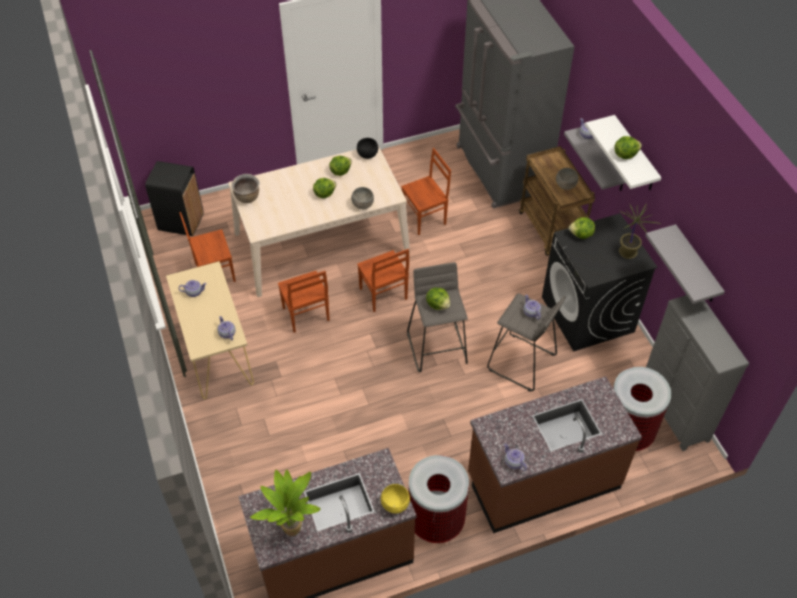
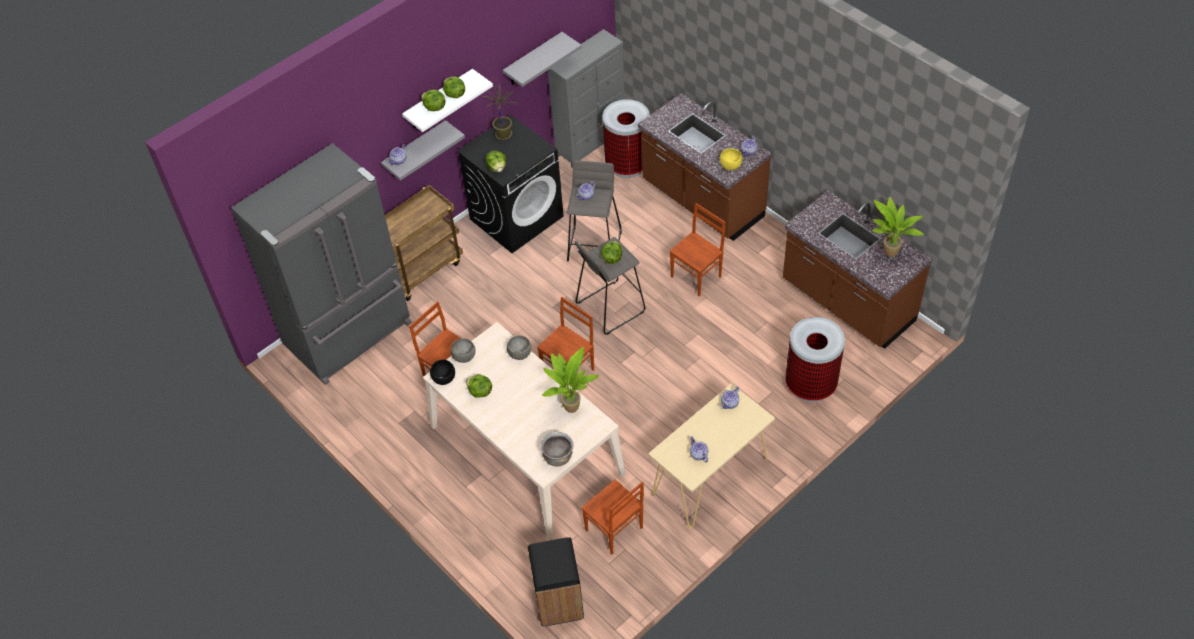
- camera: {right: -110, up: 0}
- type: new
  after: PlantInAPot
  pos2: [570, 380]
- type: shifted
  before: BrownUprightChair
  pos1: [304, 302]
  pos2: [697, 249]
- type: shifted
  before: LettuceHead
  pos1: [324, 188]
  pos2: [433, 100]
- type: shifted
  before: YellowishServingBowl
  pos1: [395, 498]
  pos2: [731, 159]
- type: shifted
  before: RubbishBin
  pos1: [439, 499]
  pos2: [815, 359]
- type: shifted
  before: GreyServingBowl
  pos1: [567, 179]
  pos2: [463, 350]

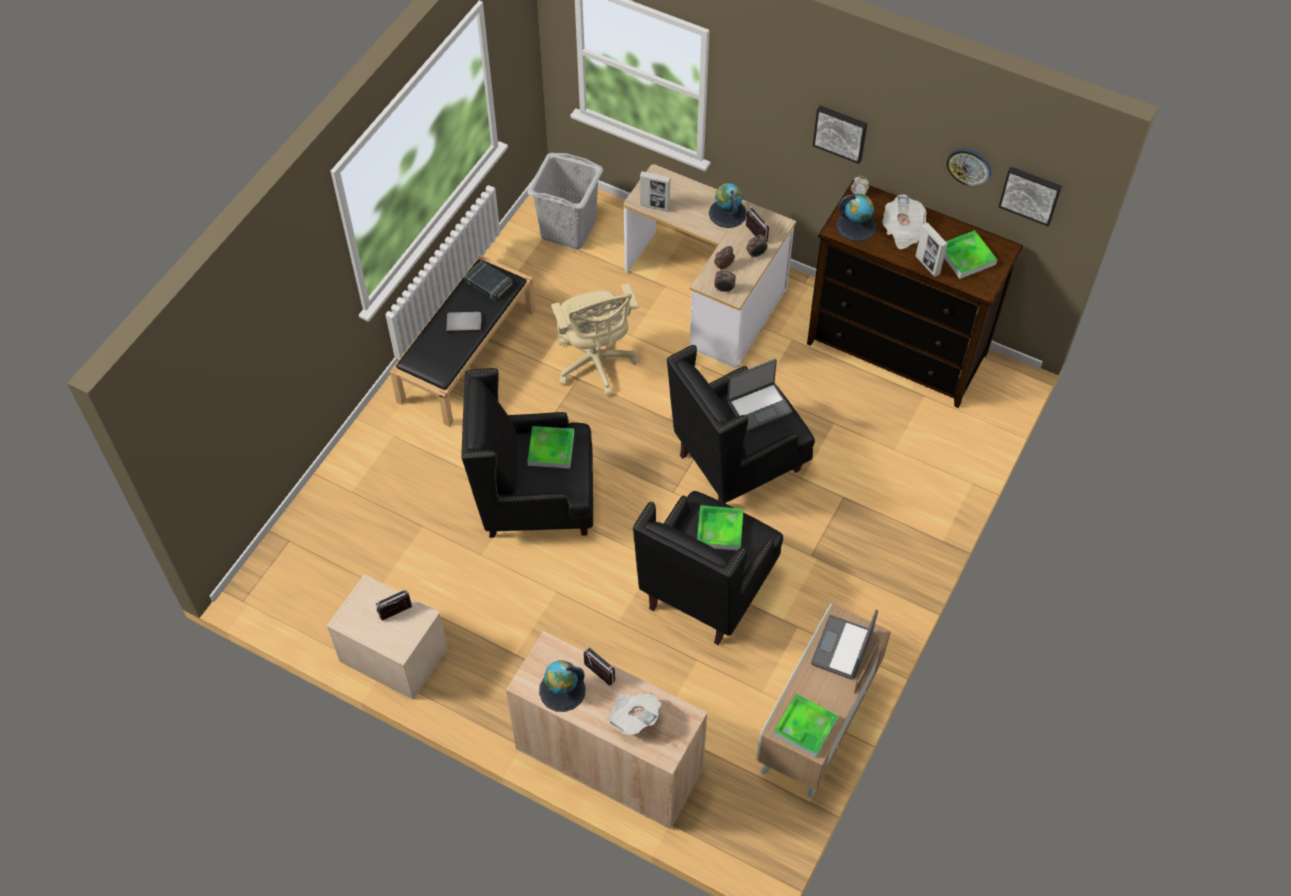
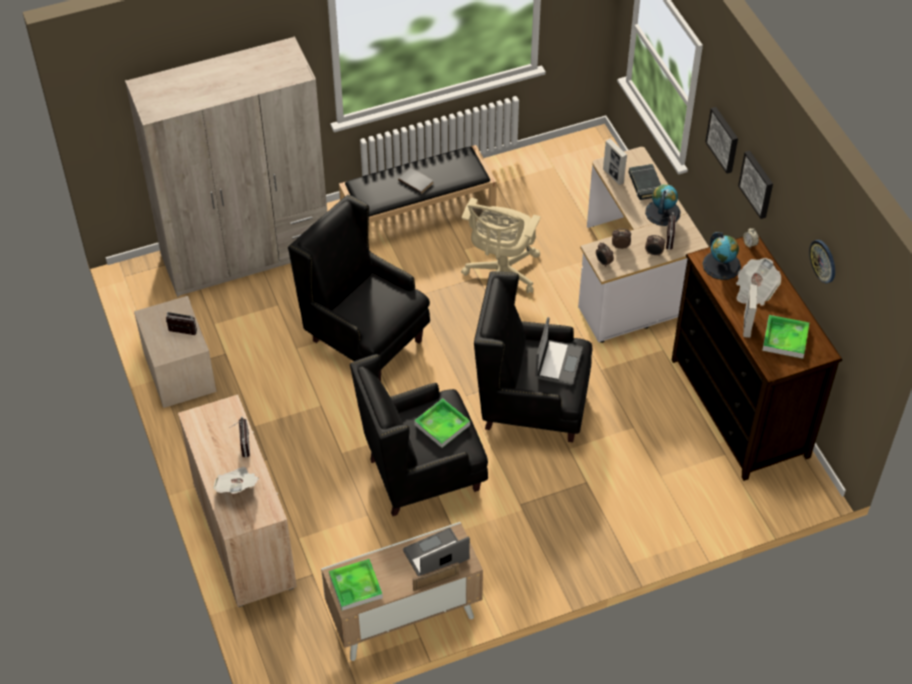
- camera: {right: 40, up: -5}
- type: gone
  before: GreyWashingBasket
  pos1: [565, 201]
- type: gone
  before: ServingTray
  pos1: [550, 447]
- type: gone
  before: WorldGlobe
  pos1: [562, 686]
- type: new
  after: BeigeArmoire
  pos2: [226, 166]
- type: shifted
  before: BlackishVolume
  pos1: [489, 280]
  pos2: [645, 182]
- type: shifted
  before: WallArt
  pos1: [1030, 196]
  pos2: [721, 140]
- type: rotated
  before: PortableComputer
  pos1: [759, 395]
  pos2: [559, 351]
  turn: -90

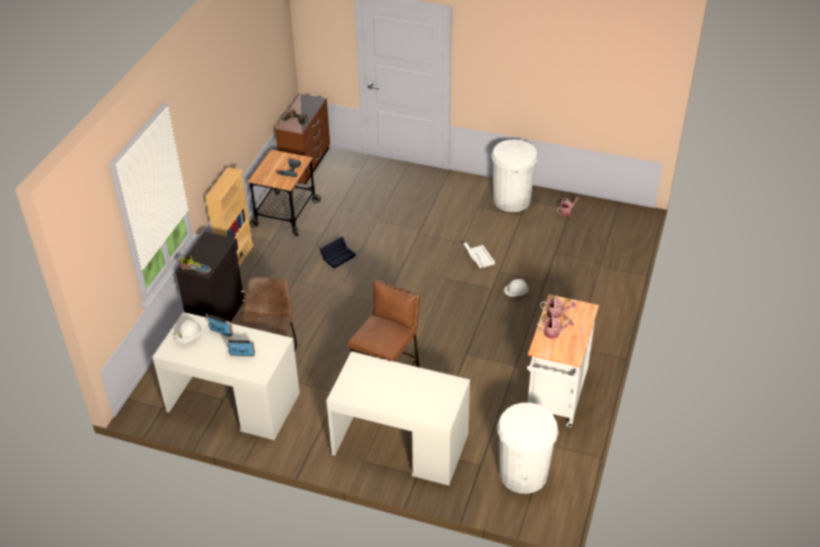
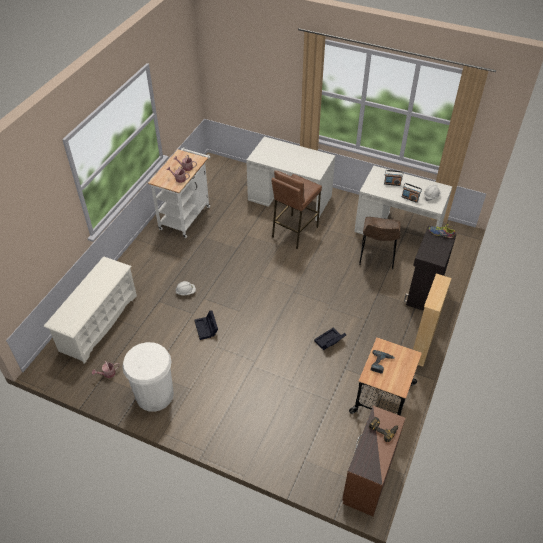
- camera: {right: -175, up: 5}
- type: gone
  before: WhiteColouredRubbishBin
  pos1: [527, 448]
- type: new
  after: WhiteColouredShoeStand
  pos2: [90, 310]
- type: repainted
  before: WhiteColouredStorageContainer
  after: BlackishStorageContainer
  pos1: [479, 255]
  pos2: [206, 325]

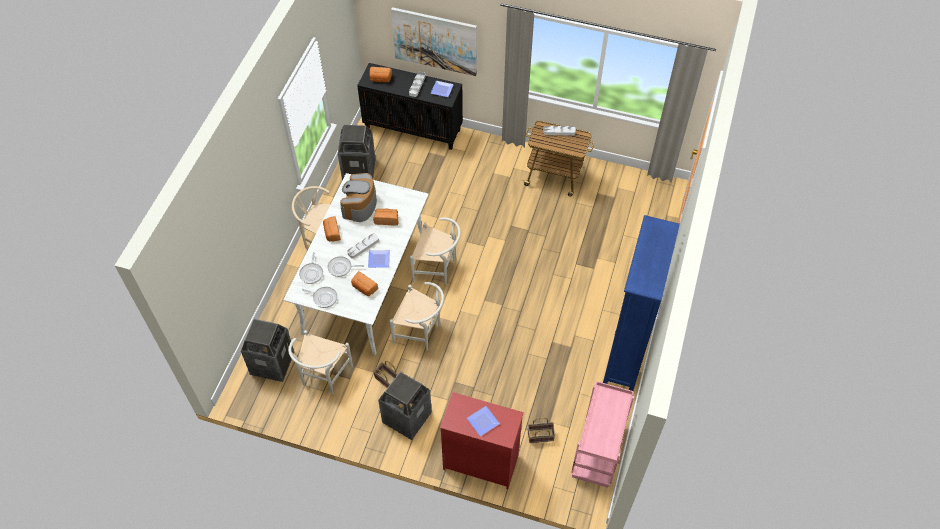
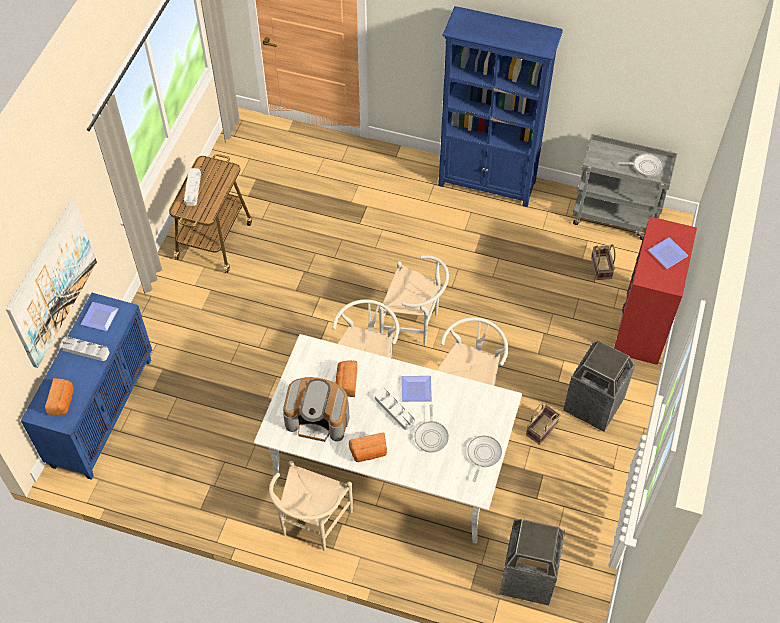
- camera: {right: -90, up: 0}
- type: gone
  before: RubbishBin
  pos1: [357, 152]
- type: gone
  before: Bread
  pos1: [364, 283]
- type: shifted
  before: WhiteColouredUprightChair
  pos1: [320, 362]
  pos2: [414, 300]
- type: shifted
  before: Skillet
  pos1: [311, 268]
  pos2: [640, 165]
- type: repainted
  before: BlackishCabinet
  after: BlueCabinet
  pos1: [410, 106]
  pos2: [86, 386]
- type: repainted
  before: PinkColouredWheeledCart
  after: GreyWheeledCart
  pos1: [602, 434]
  pos2: [624, 187]

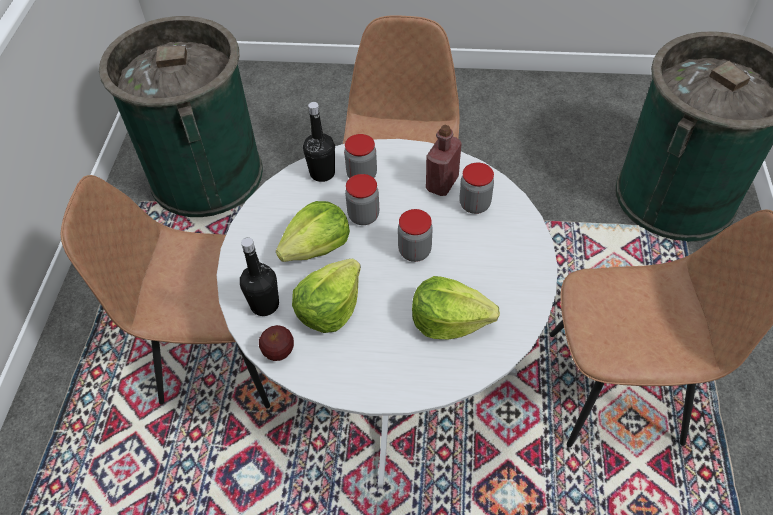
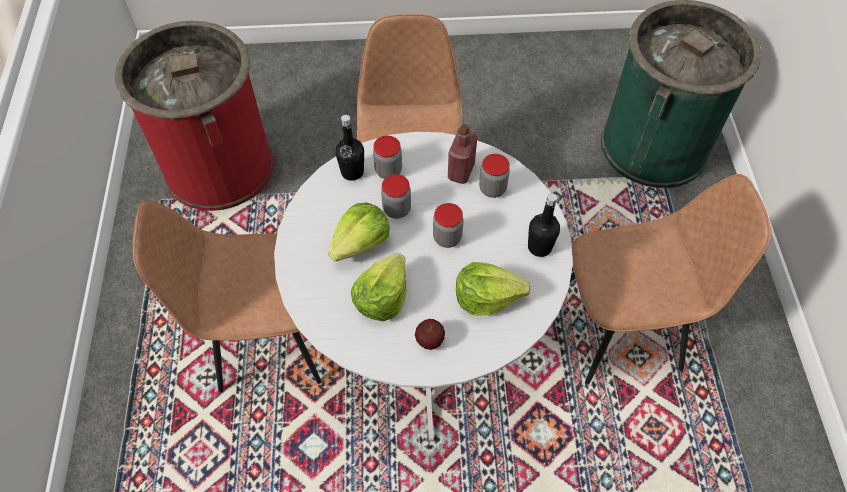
- camera: {right: -10, up: 5}
- type: shifted
  before: BlackishBeverageBottle
  pos1: [259, 276]
  pos2: [544, 225]
- type: shifted
  before: WholeApple
  pos1: [276, 343]
  pos2: [430, 334]
- type: repainted
  before: GreenRubbishBin
  after: ReddishRubbishBin
  pos1: [181, 116]
  pos2: [194, 116]

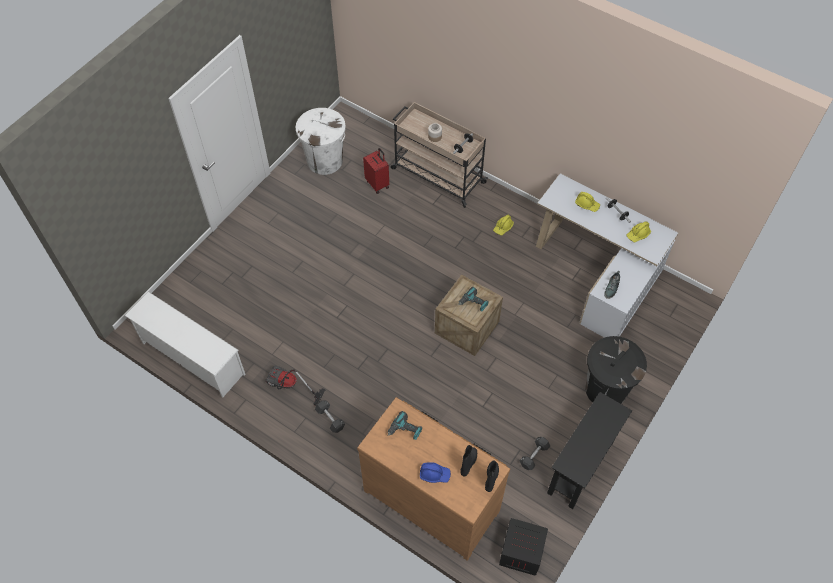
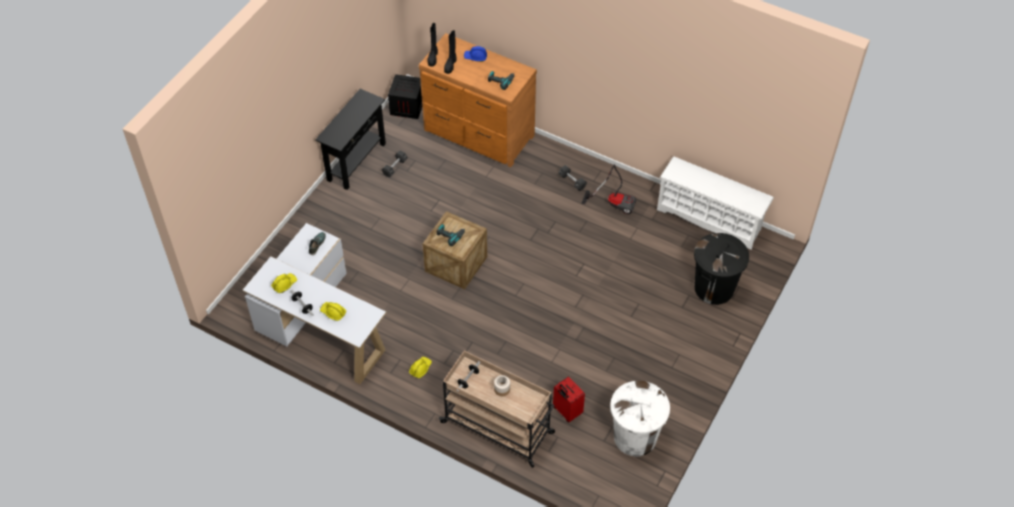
- camera: {right: 175, up: -5}
- type: shifted
  before: BlackishRubbishBin
  pos1: [616, 370]
  pos2: [721, 269]

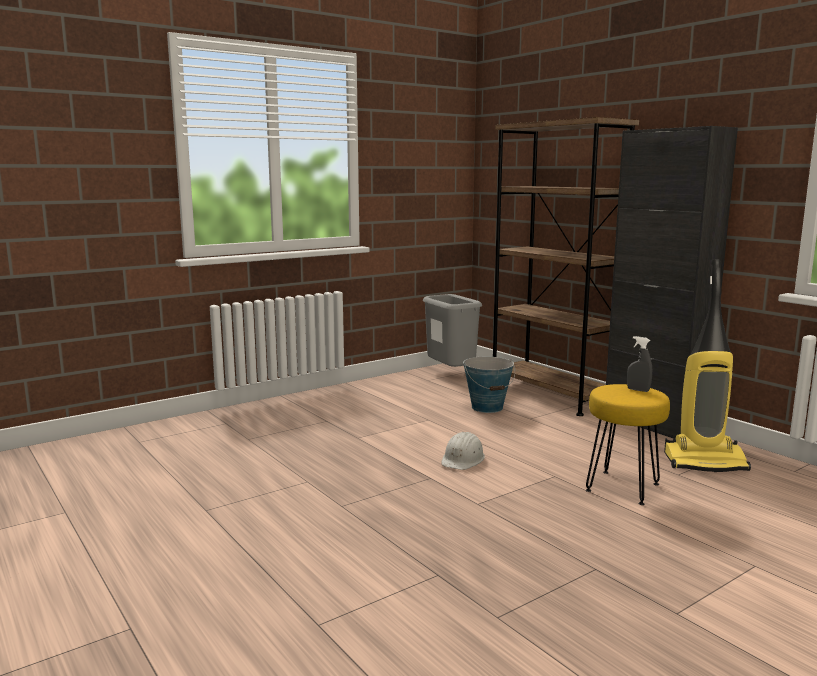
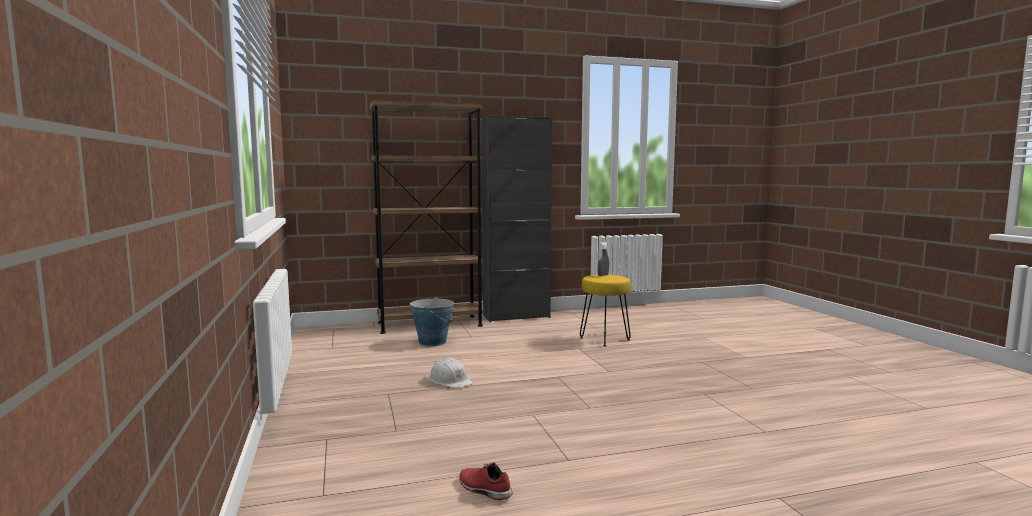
- camera: {right: -70, up: -5}
- type: gone
  before: GreyRubbishBin
  pos1: [452, 330]
- type: gone
  before: Hoover
  pos1: [707, 365]
- type: new
  after: ReddishShoe
  pos2: [486, 481]
- type: shifted
  before: WhiteColouredHardHat
  pos1: [463, 451]
  pos2: [451, 373]

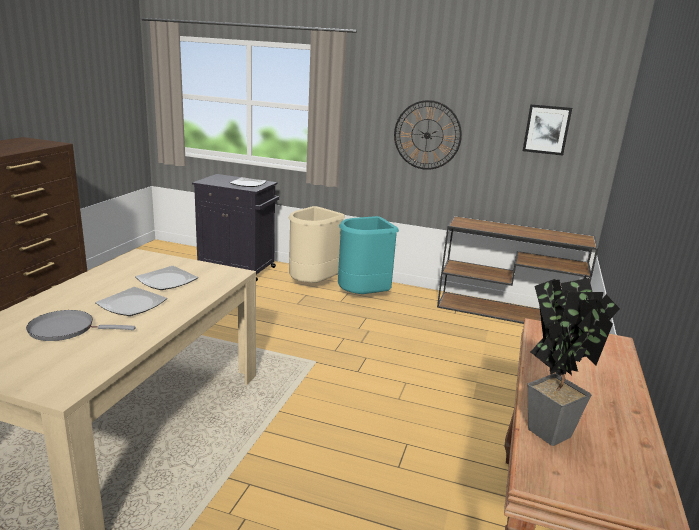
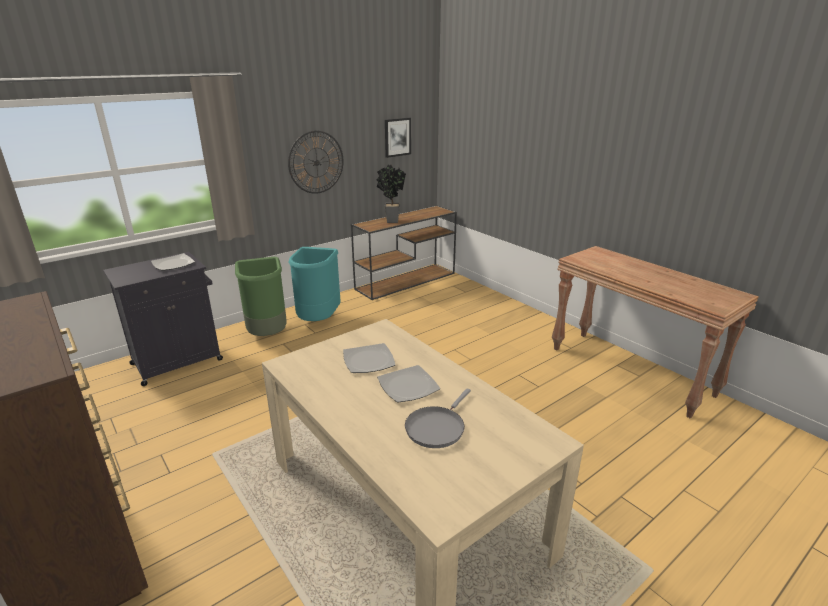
- camera: {right: -55, up: 5}
- type: shifted
  before: PlantInAPot
  pos1: [574, 360]
  pos2: [391, 193]
- type: repainted
  before: BeigeRubbishBin
  after: GreenRubbishBin
  pos1: [317, 244]
  pos2: [261, 296]

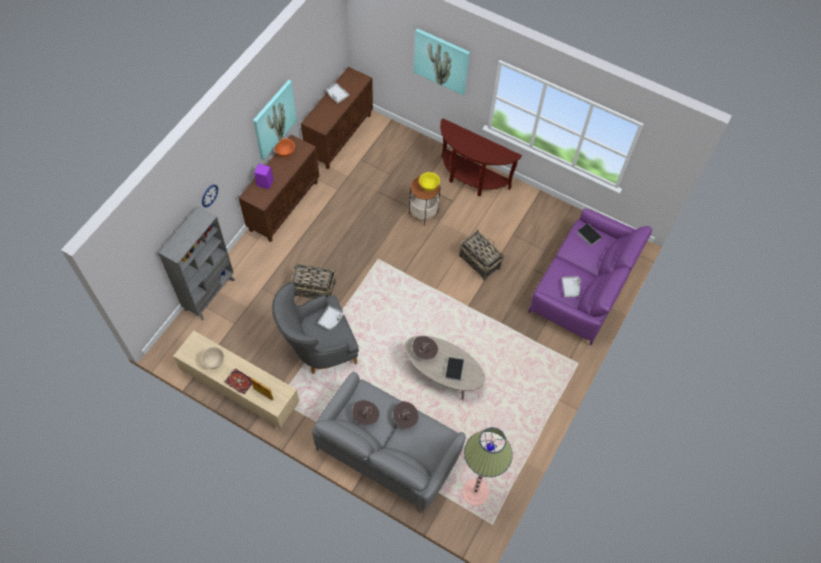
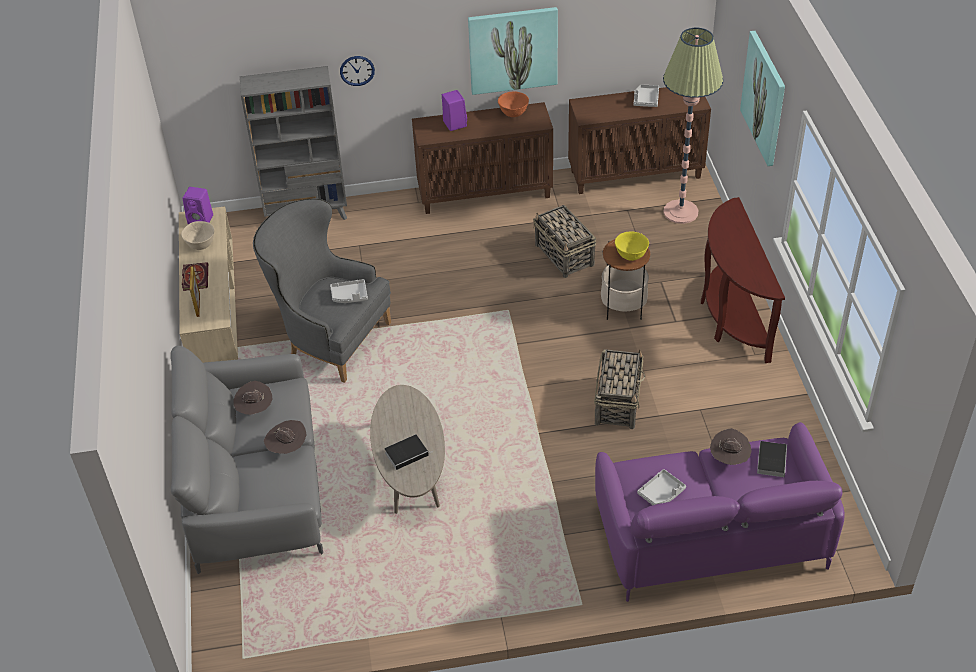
- camera: {right: 55, up: -15}
- type: new
  after: PurpleSpeaker
  pos2: [198, 205]
- type: shifted
  before: Basket
  pos1: [312, 281]
  pos2: [564, 241]
- type: shifted
  before: BrownWearableHat
  pos1: [425, 348]
  pos2: [730, 446]
- type: shifted
  before: StandardLamp
  pos1: [487, 466]
  pos2: [693, 126]

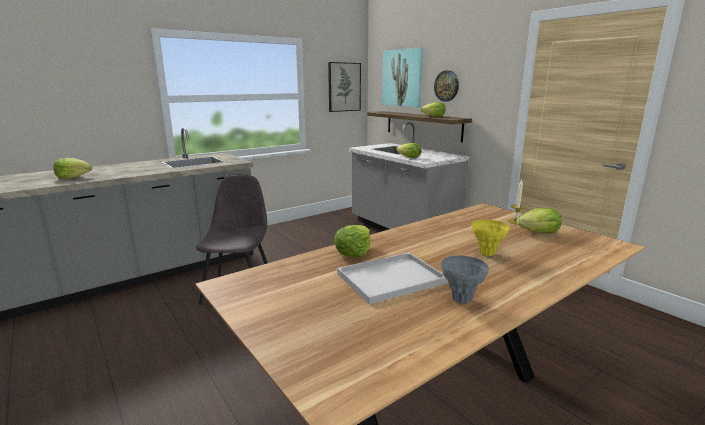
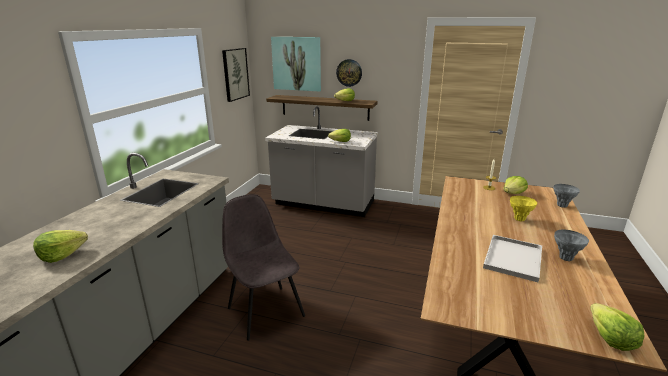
- camera: {right: -35, up: 5}
- type: new
  after: GreyDecorativeVase
  pos2: [566, 196]
- type: shifted
  before: LettuceHead
  pos1: [352, 241]
  pos2: [617, 327]

